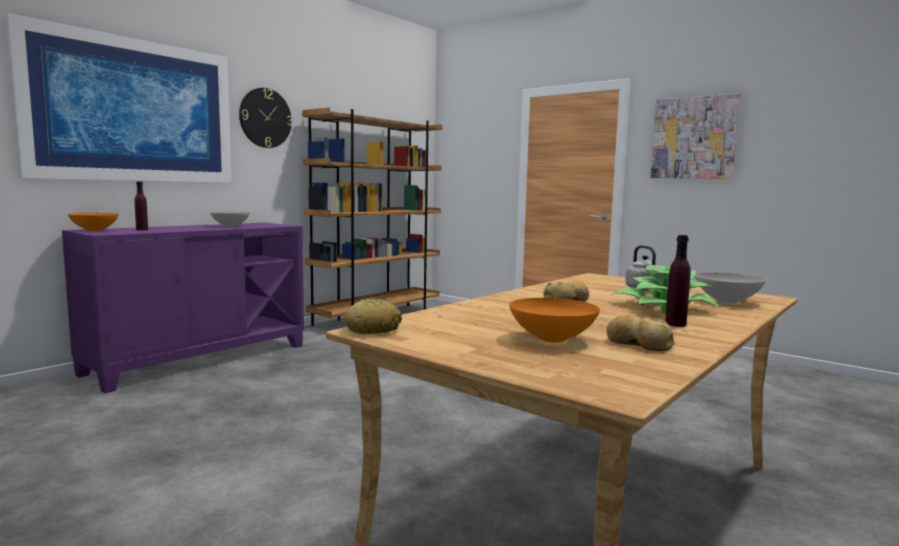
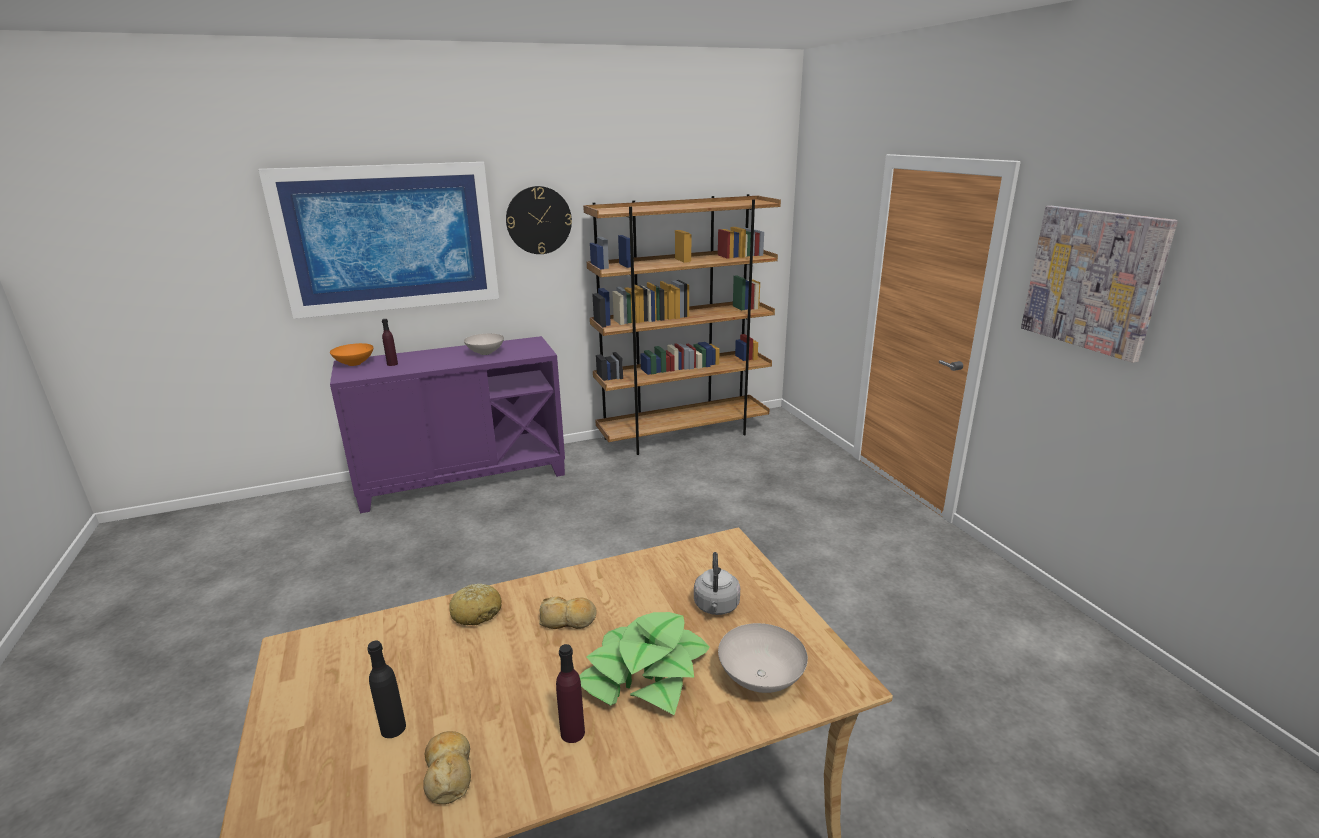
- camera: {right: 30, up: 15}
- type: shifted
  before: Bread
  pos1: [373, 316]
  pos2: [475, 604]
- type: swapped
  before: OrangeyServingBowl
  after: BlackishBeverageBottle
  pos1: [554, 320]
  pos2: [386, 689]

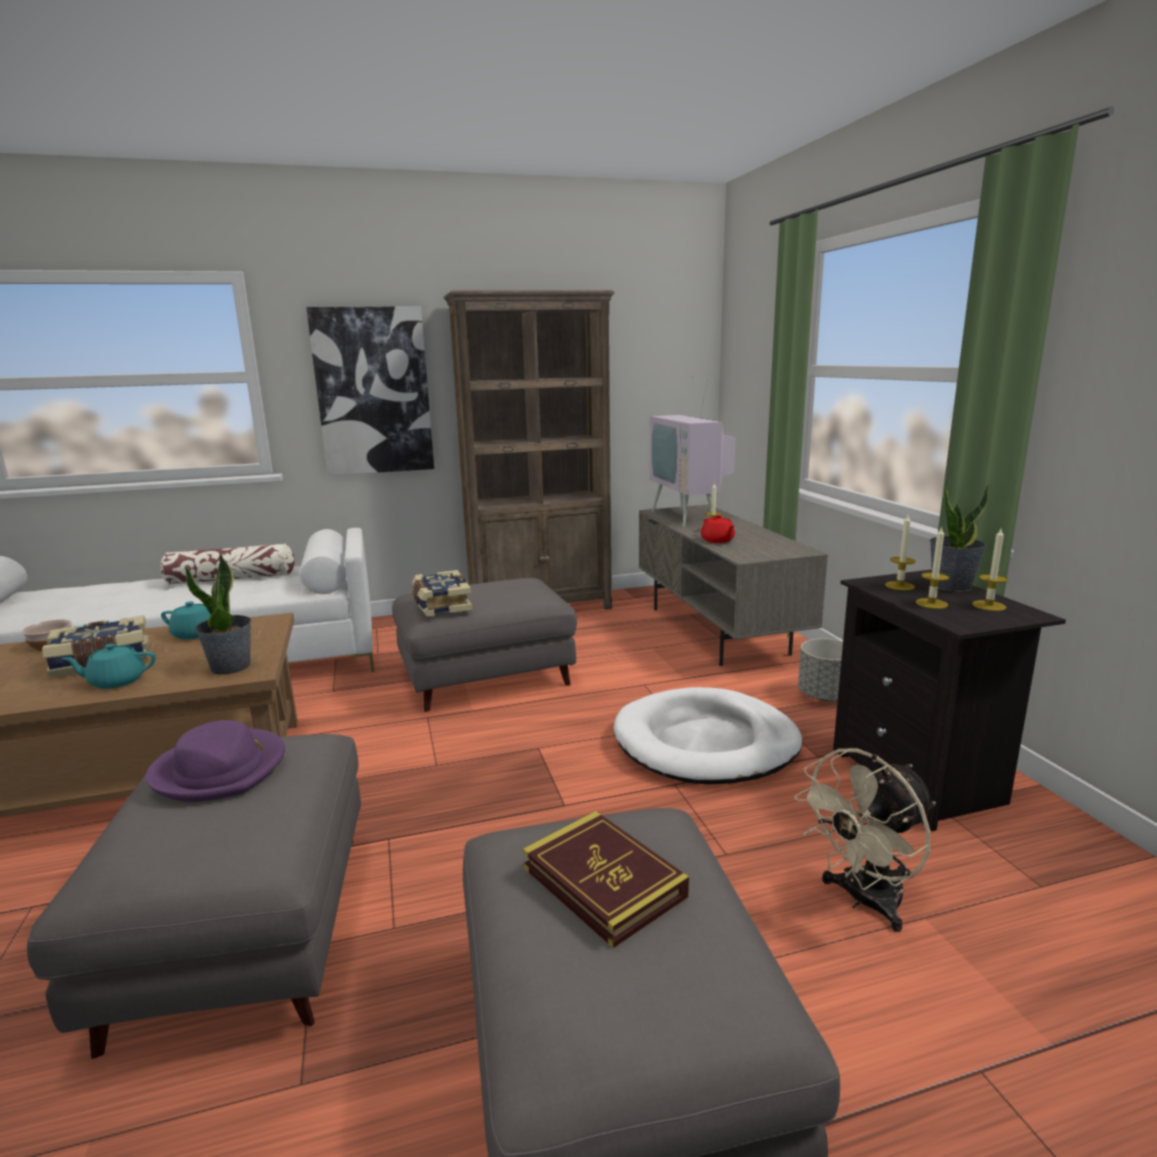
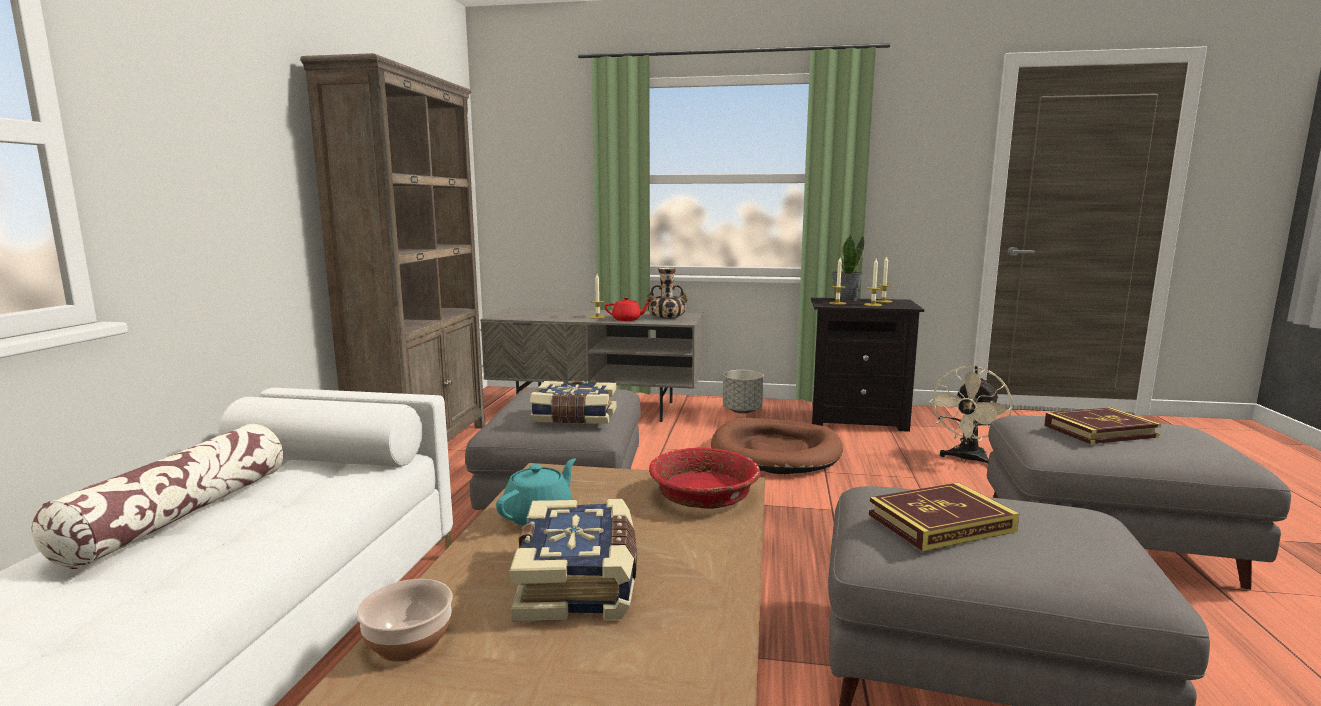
- camera: {right: -65, up: -5}
- type: gone
  before: BlueGreenTeaPot
  pos1: [108, 666]
- type: gone
  before: WallArt
  pos1: [370, 391]
- type: gone
  before: Television
  pos1: [693, 451]
- type: new
  after: DecorativeVase
  pos2: [667, 293]
- type: swapped
  before: PurpleWearableHat
  after: Volume
  pos1: [215, 761]
  pos2: [944, 517]
- type: swapped
  before: PlantInAPot
  after: ReddishServingBowl
  pos1: [218, 614]
  pos2: [704, 478]
- type: repainted
  before: WhiteColouredDogCushion
  after: BrownDogCushion
  pos1: [708, 736]
  pos2: [777, 446]
- type: rotated
  before: BeigeFan
  pos1: [865, 840]
  pos2: [970, 414]
  turn: 45

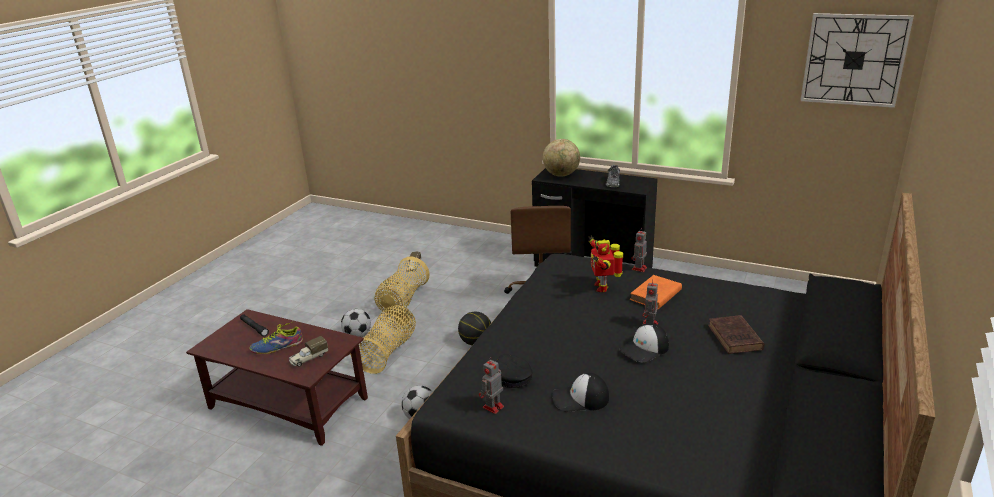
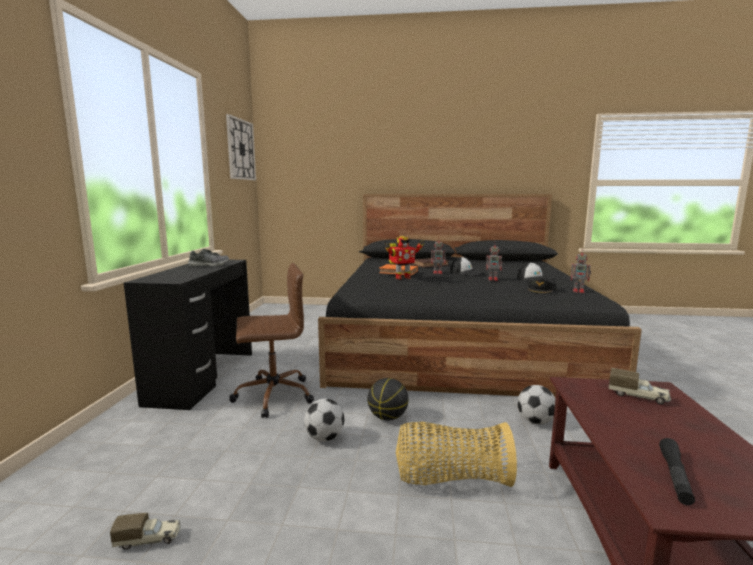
- camera: {right: -110, up: -15}
- type: gone
  before: Shoe
  pos1: [276, 338]
- type: gone
  before: Basket
  pos1: [402, 285]
- type: gone
  before: WorldGlobe
  pos1: [561, 158]
- type: shifted
  before: Football
  pos1: [356, 323]
  pos2: [324, 420]
- type: shifted
  before: ModelRobot
  pos1: [639, 249]
  pos2: [494, 261]

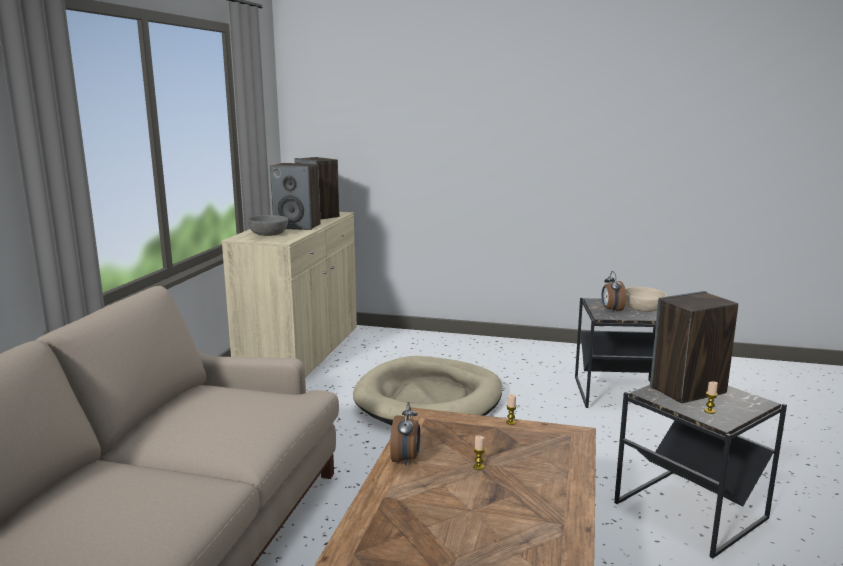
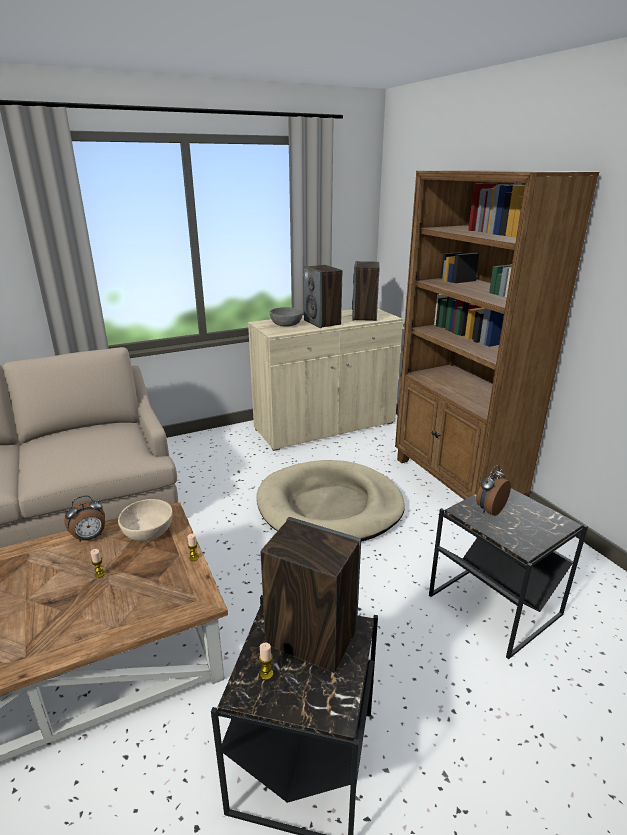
- camera: {right: 50, up: 10}
- type: new
  after: BrownBookshelf
  pos2: [497, 335]
- type: shifted
  before: BeigeServingBowl
  pos1: [646, 299]
  pos2: [145, 520]

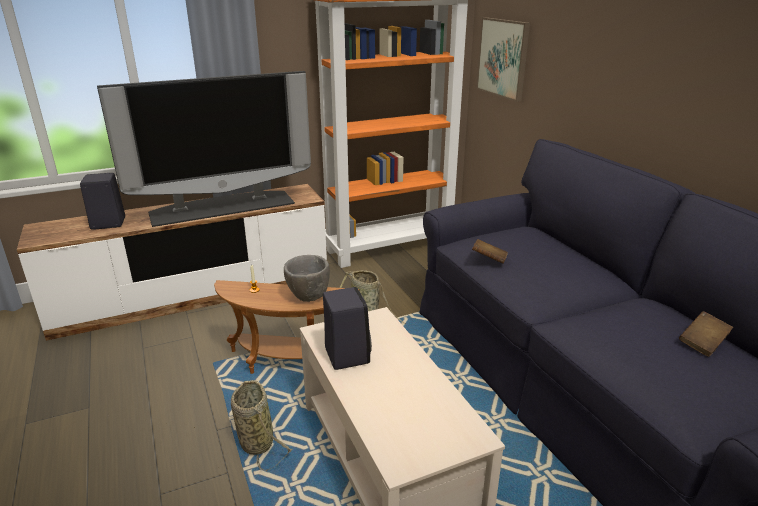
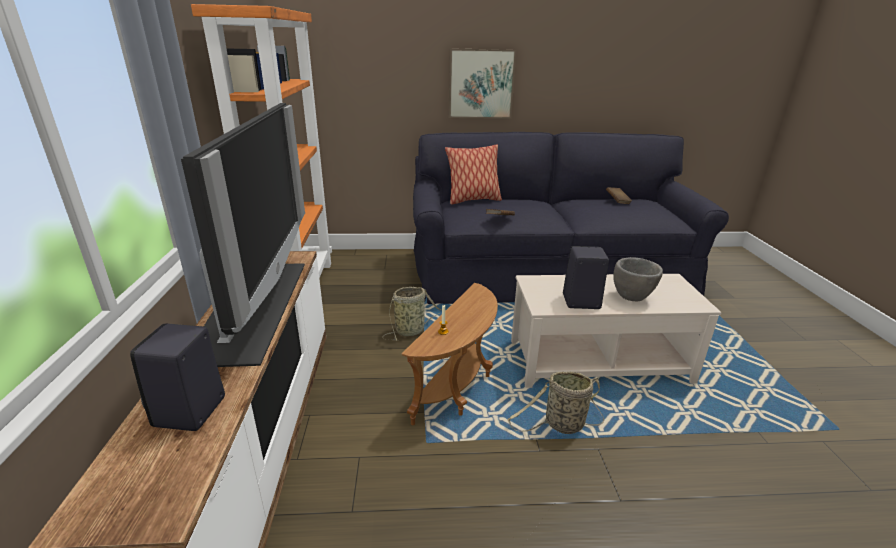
- camera: {right: -70, up: 0}
- type: new
  after: Pillow
  pos2: [473, 174]
- type: shifted
  before: GreyServingBowl
  pos1: [307, 278]
  pos2: [638, 279]
- type: shifted
  before: WallArt
  pos1: [503, 59]
  pos2: [482, 83]

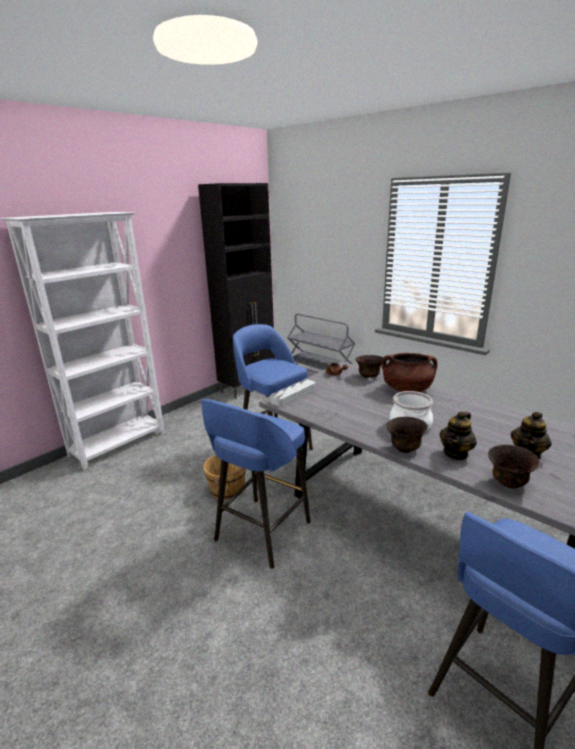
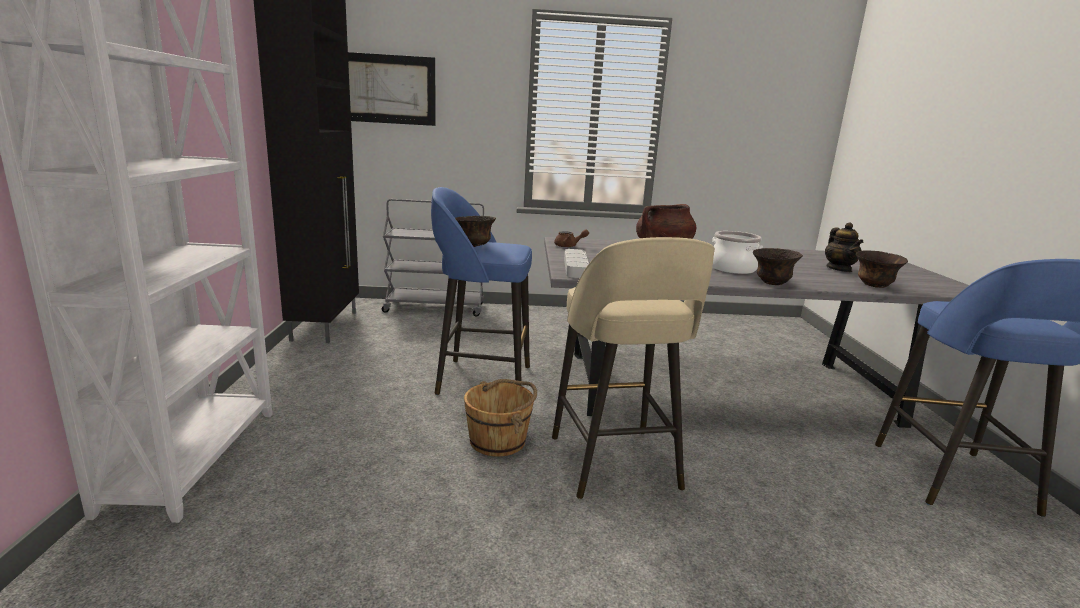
- camera: {right: -45, up: -5}
- type: gone
  before: TeaPot
  pos1: [458, 435]
- type: new
  after: WallArt
  pos2: [391, 89]
- type: shifted
  before: BrownServingBowl
  pos1: [369, 366]
  pos2: [475, 231]
- type: repainted
  before: BlueStool
  after: BeigeStool
  pos1: [256, 484]
  pos2: [633, 368]

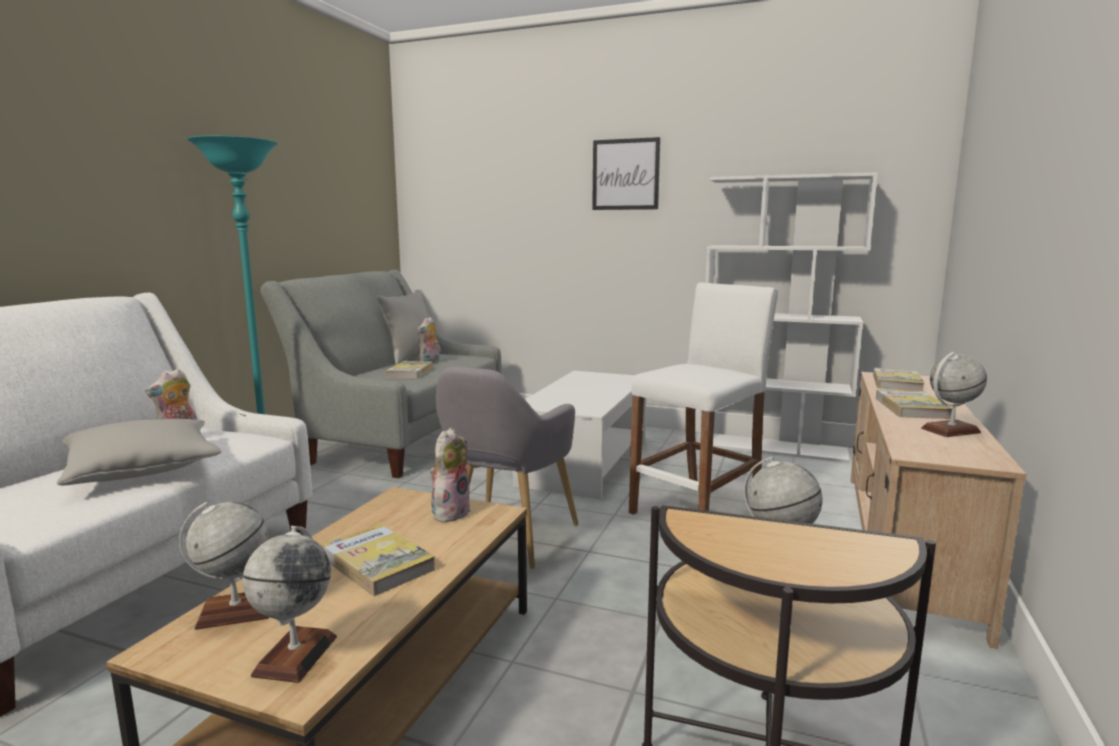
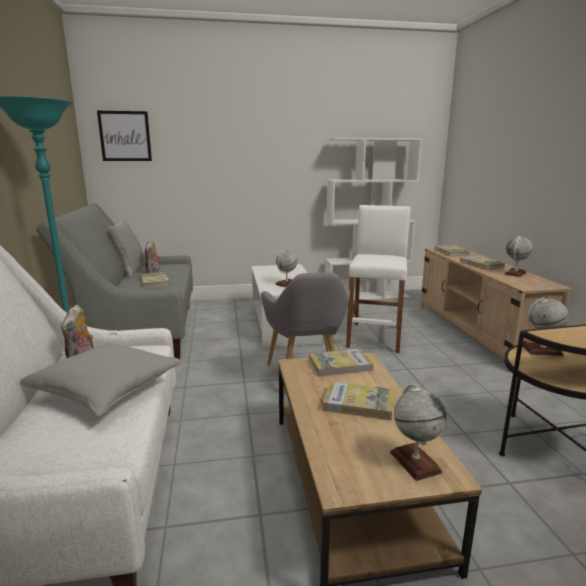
- camera: {right: -30, up: 5}
- type: shifted
  before: WorldGlobe
  pos1: [224, 566]
  pos2: [286, 268]
- type: shifted
  before: WallArt
  pos1: [626, 173]
  pos2: [124, 136]
- type: swapped
  before: PlushToy
  after: Volume
  pos1: [450, 475]
  pos2: [341, 363]

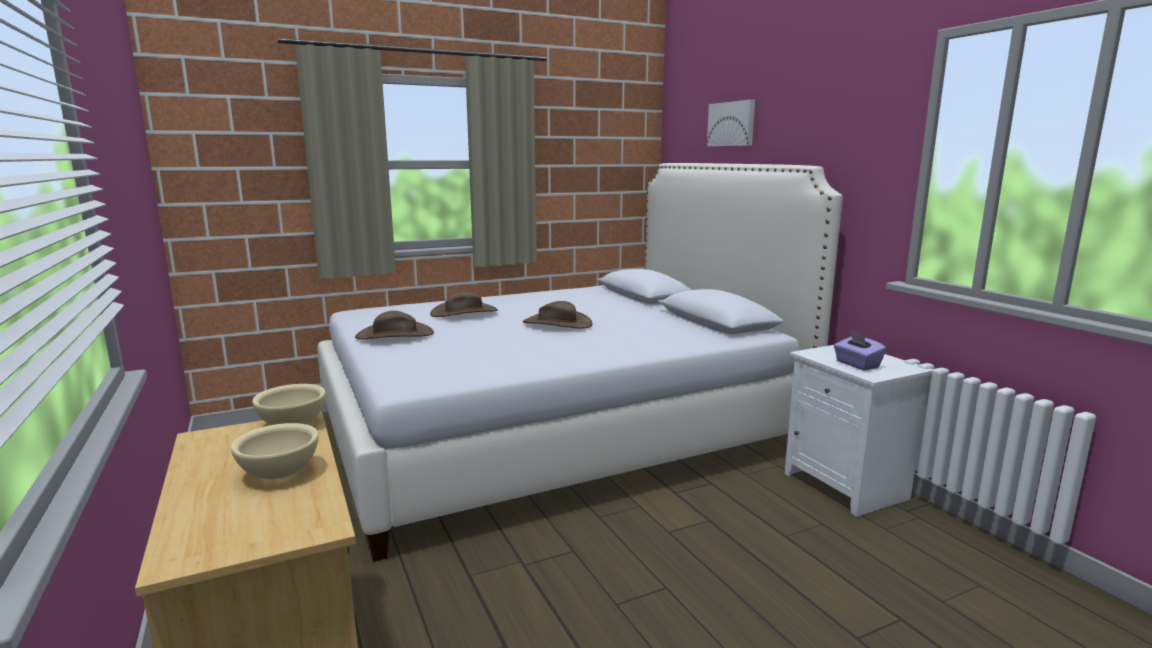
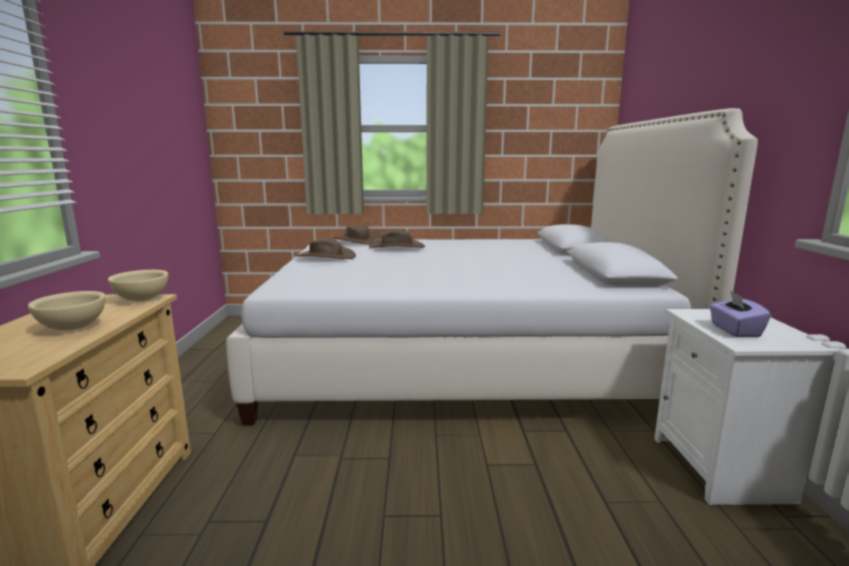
- camera: {right: 25, up: 0}
- type: gone
  before: WallArt
  pos1: [731, 122]
- type: shifted
  before: BrownWearableHat
  pos1: [557, 315]
  pos2: [356, 234]

